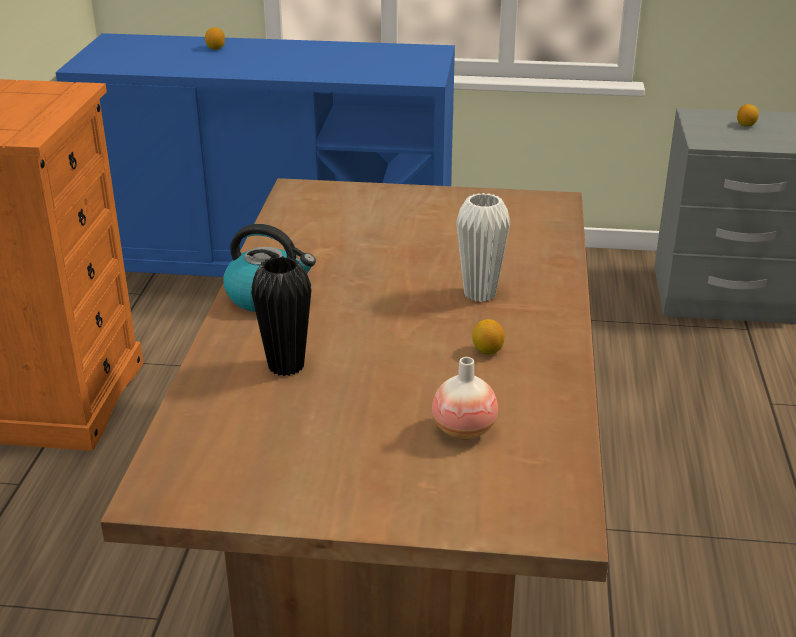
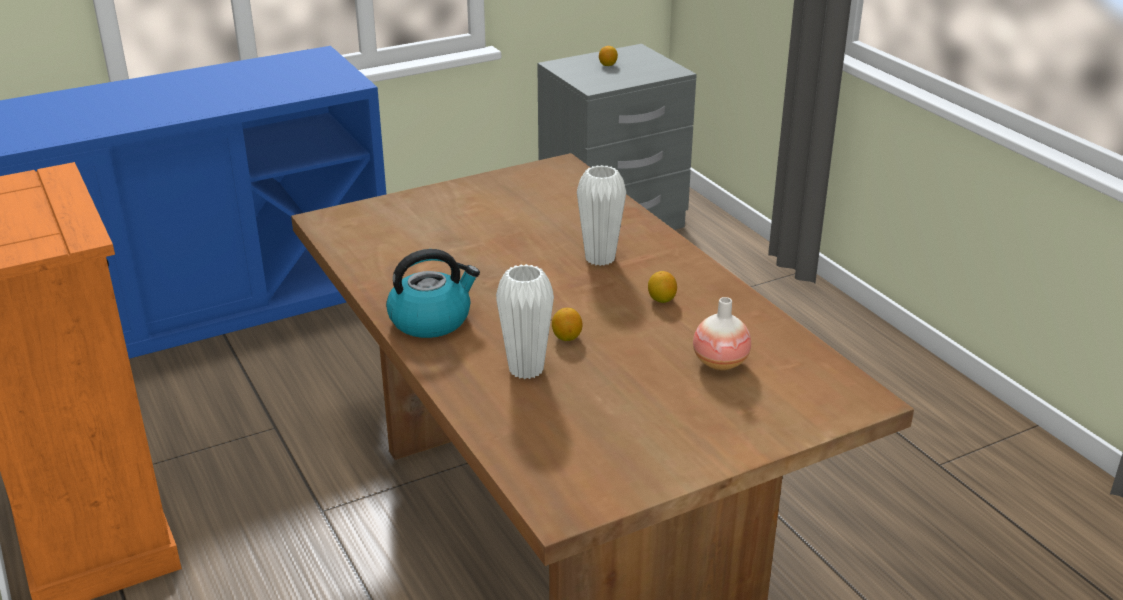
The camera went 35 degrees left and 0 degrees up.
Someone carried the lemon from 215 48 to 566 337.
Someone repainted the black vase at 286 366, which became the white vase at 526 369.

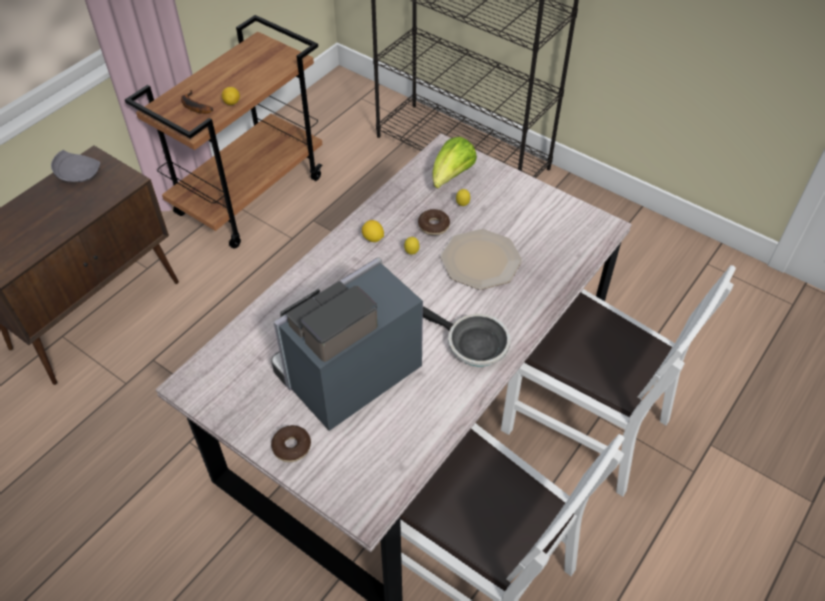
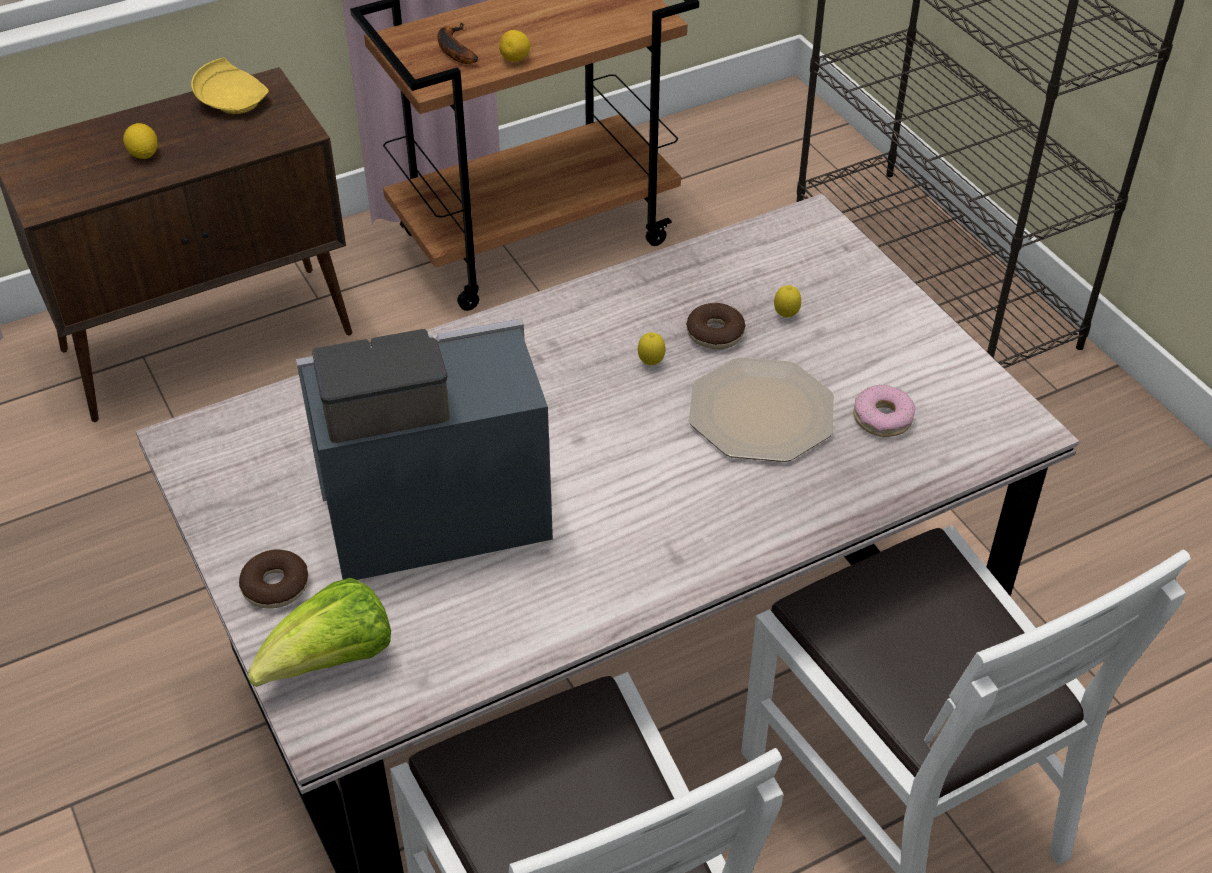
The camera went 25 degrees right and 5 degrees down.
Someone repainted the grey plate at 78 173, which became the yellow plate at 233 101.
Someone carried the lemon from 373 238 to 144 154.
Someone took away the frying pan at 472 344.
Someone carried the lettuce from 451 177 to 332 661.
Someone put down the donut at 882 418.

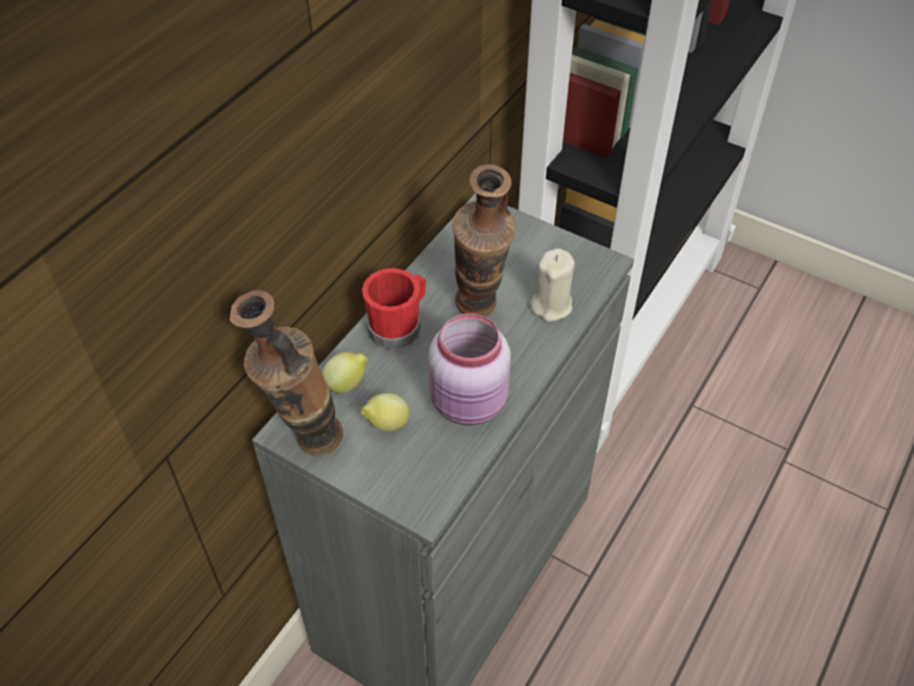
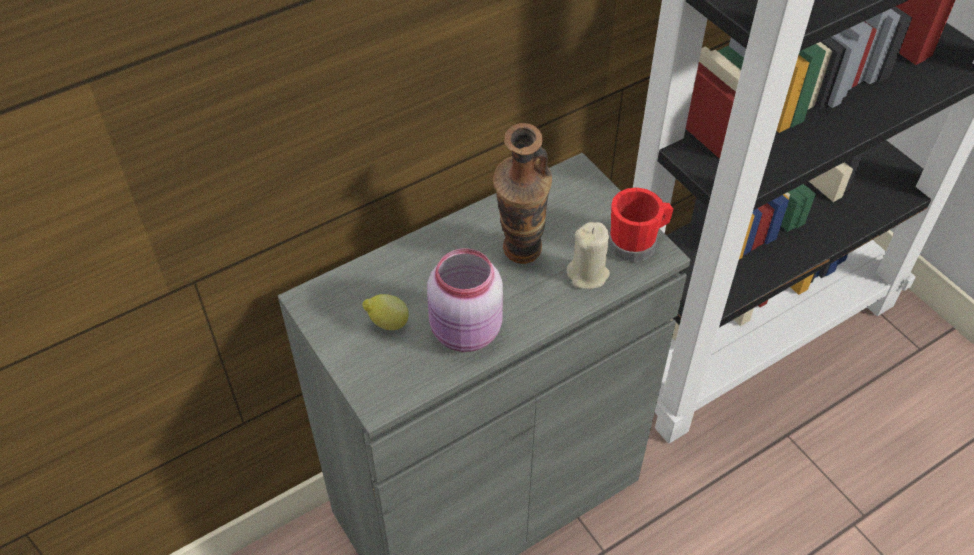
The camera went 25 degrees right and 0 degrees up.
Someone took away the vase at 304 443.
Someone took away the lemon at 347 384.
Someone carried the red mug from 399 326 to 637 242.

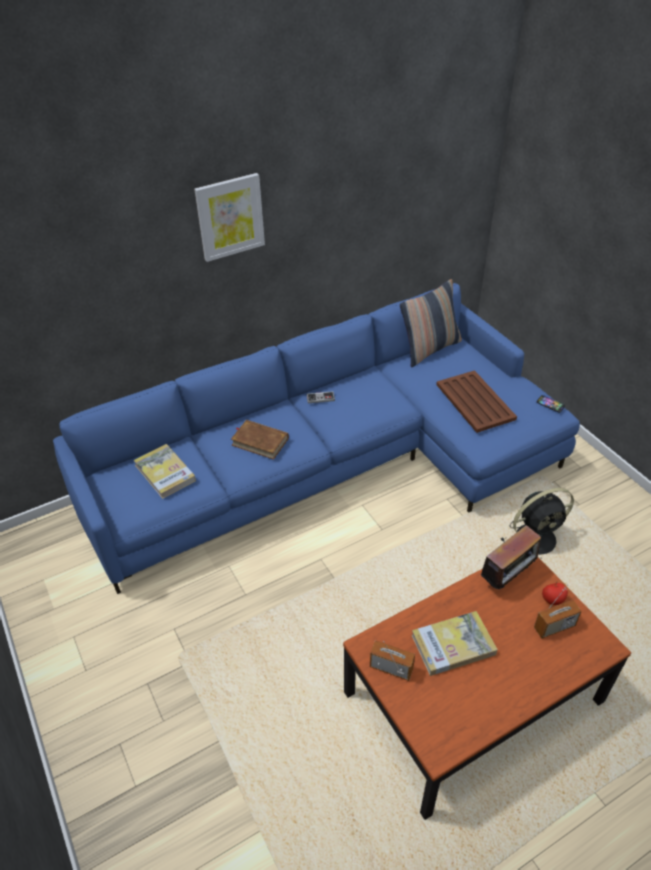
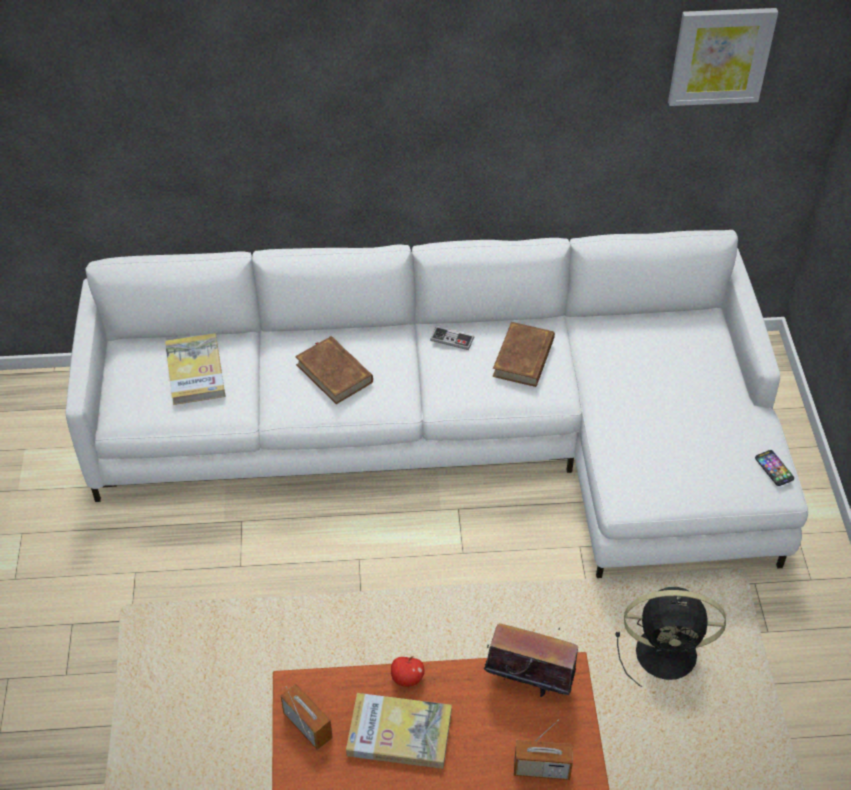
The camera went 25 degrees right and 5 degrees up.
Someone repainted the blue sofa at 336 464, which became the white sofa at 460 438.
Someone carried the picture from 230 217 to 720 55.
Someone took away the pillow at 429 349.
Someone took away the brown tray at 475 402.
Someone rotated the radio at 507 577 by 150 degrees counterclockwise.
Someone carried the apple from 552 599 to 407 678.
Someone put down the brown book at 524 358.

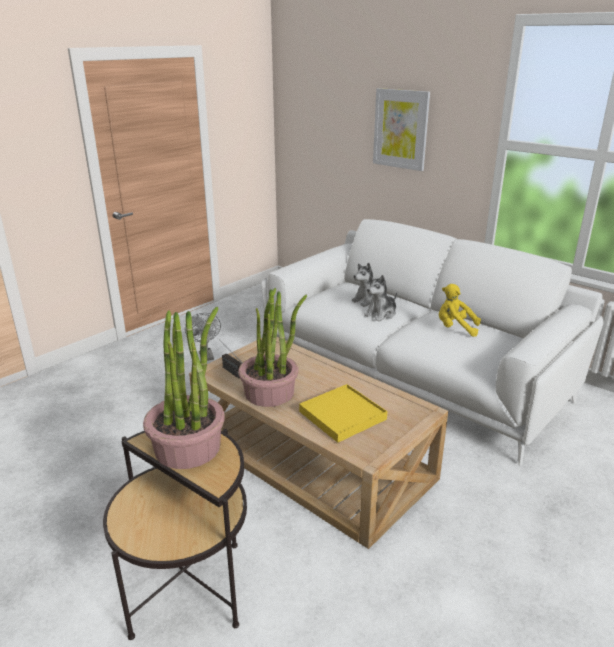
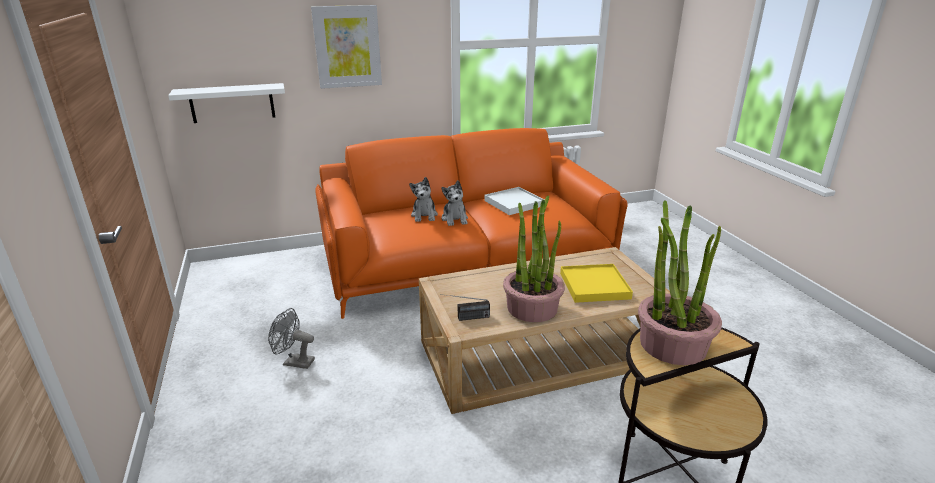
The camera went 60 degrees left and 0 degrees up.
Someone repainted the white sofa at 414 372, which became the orange sofa at 467 263.
Someone swapped the yellow plush toy at 455 328 for the white tray at 513 203.
Someone put up the white shelf at 232 103.

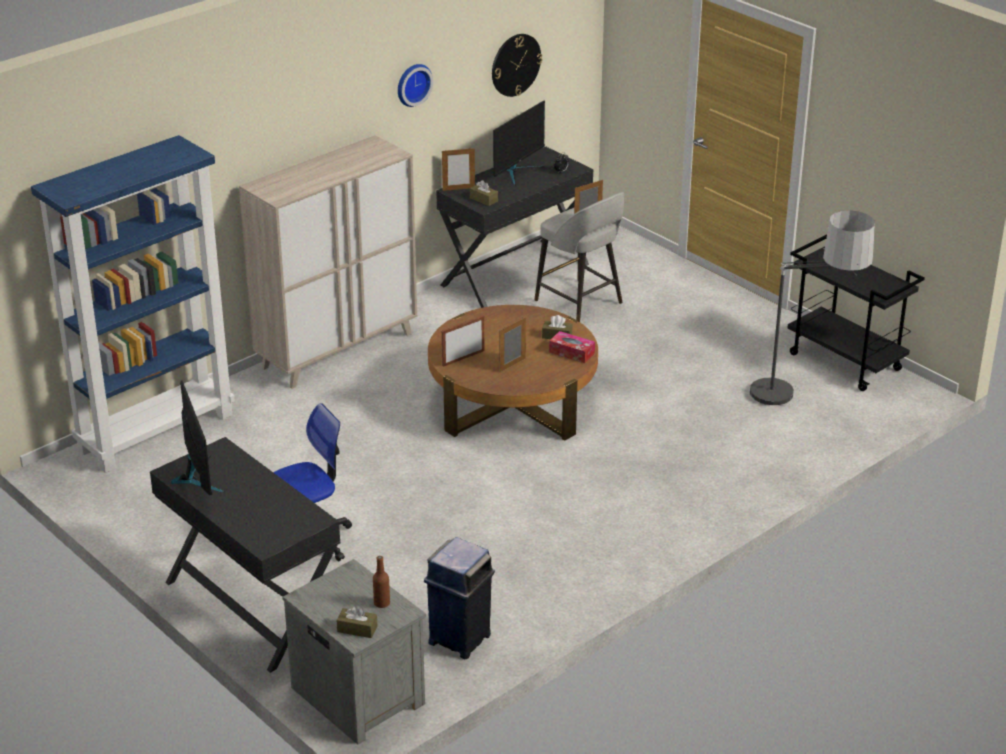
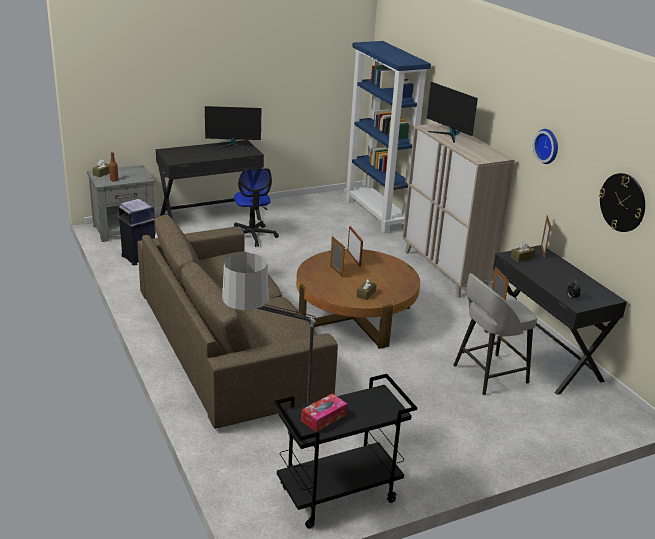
The camera went 105 degrees right and 5 degrees down.
Someone carried the monitor from 517 171 to 449 135.
Someone carried the tissue box from 571 352 to 324 418.
Someone put down the brown sofa at 230 343.

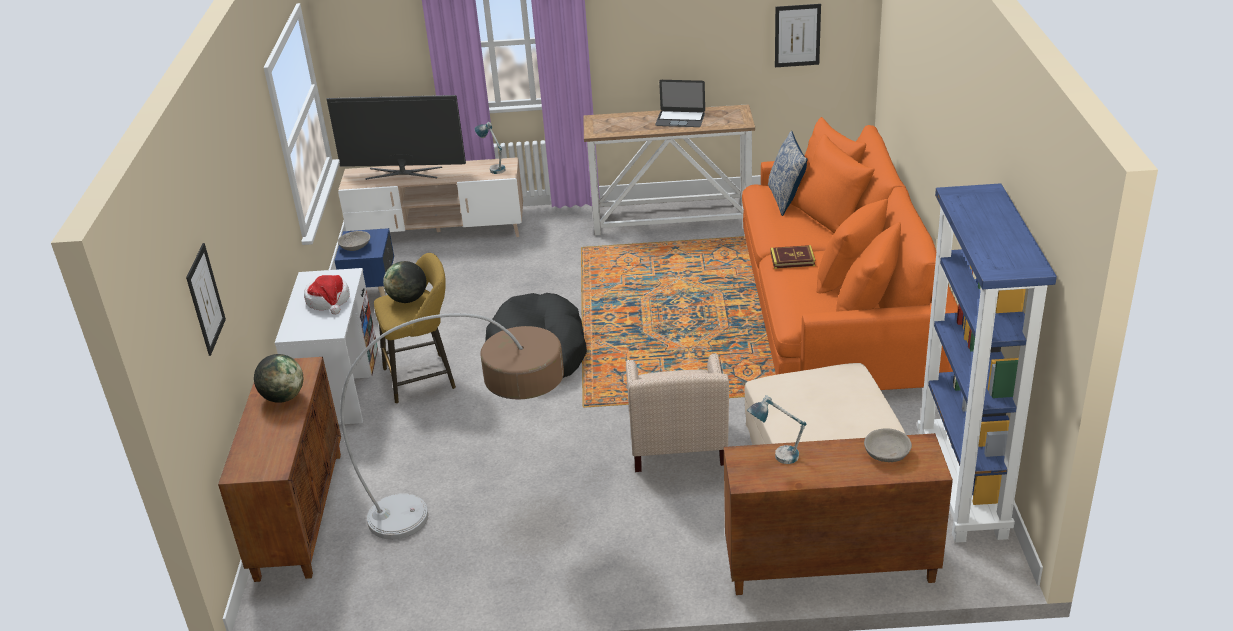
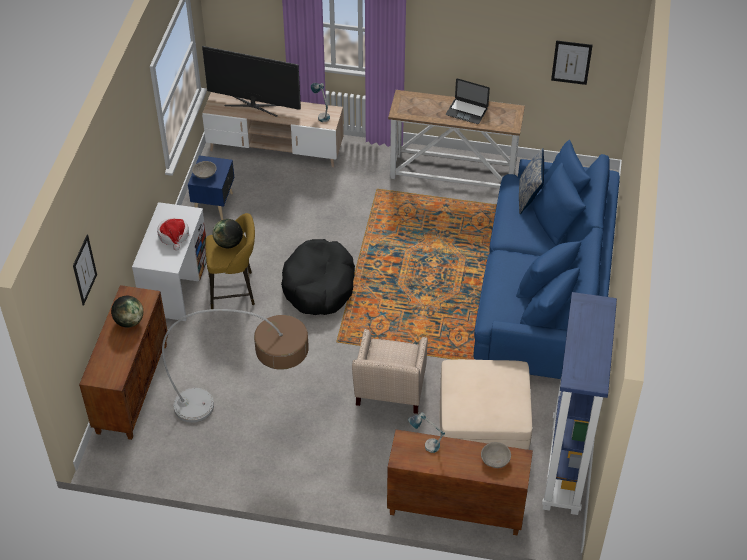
The camera went 10 degrees right and 15 degrees up.
Someone repainted the orange sofa at 837 303, which became the blue sofa at 545 288.
Someone took away the book at 792 259.

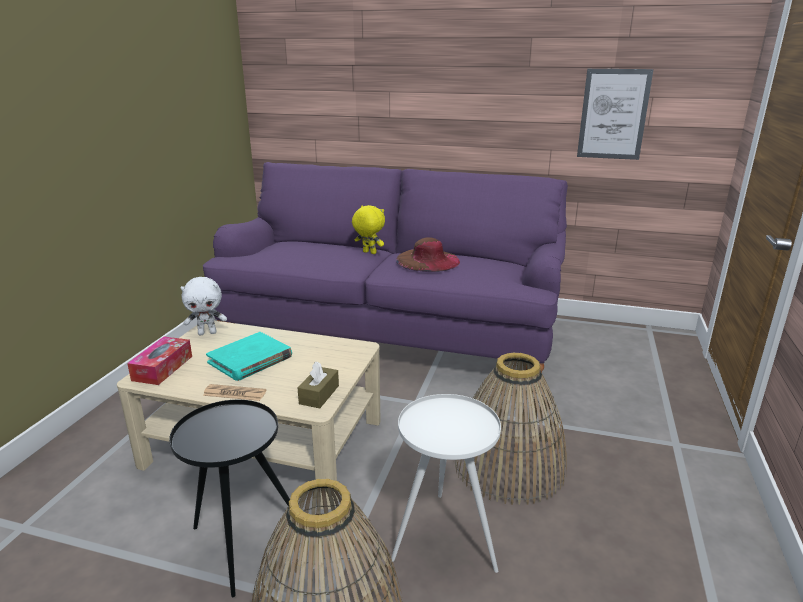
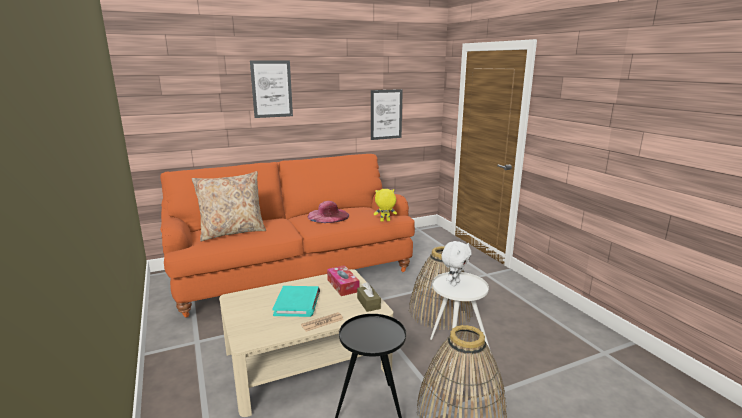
The camera went 40 degrees left and 5 degrees down.
Someone carried the tissue box from 162 368 to 343 285.
Someone carried the white plush toy from 207 333 to 454 283.
Someone repainted the purple sofa at 391 331, which became the orange sofa at 292 273.
Someone carried the yellow plush toy from 368 253 to 385 221.
Someone repainted the brown hat at 427 260, which became the pink hat at 328 215.
Someone put down the beige pillow at 232 232.
Someone put up the picture at 271 89.

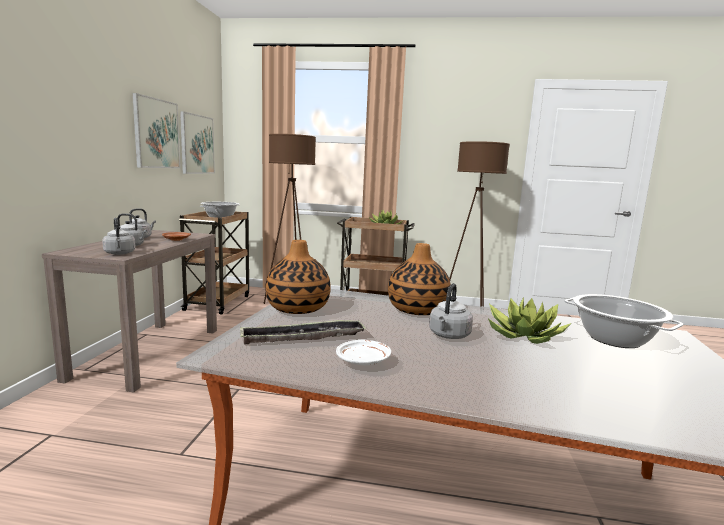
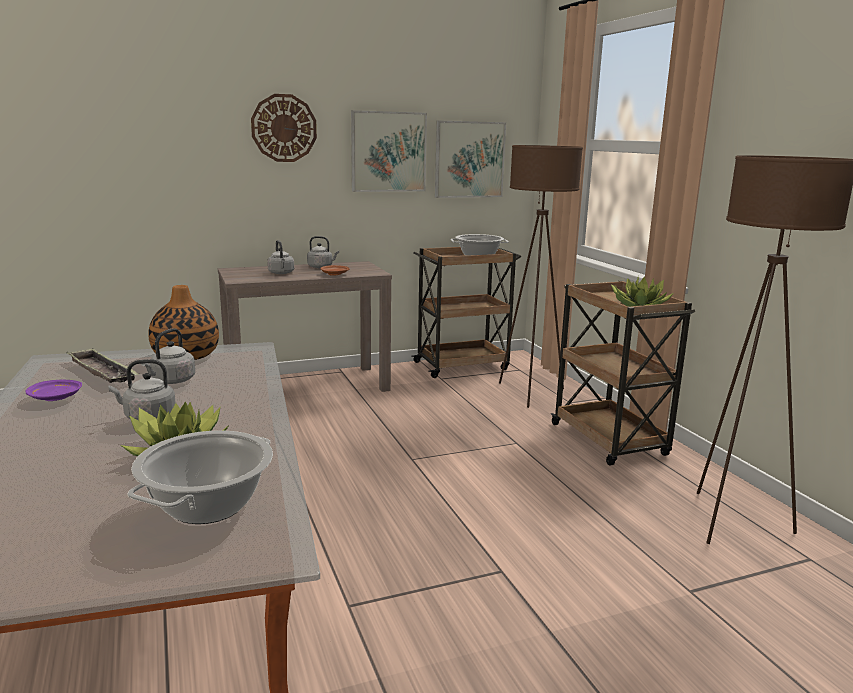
The camera went 60 degrees right and 5 degrees up.
Someone carried the grey kettle from 120 253 to 171 381.
Someone repainted the white plate at 363 361, which became the purple plate at 56 398.
Someone took away the vase at 417 309.
Someone put up the wall clock at 284 128.

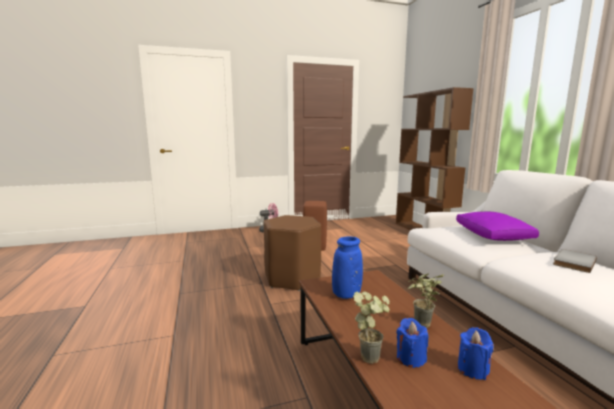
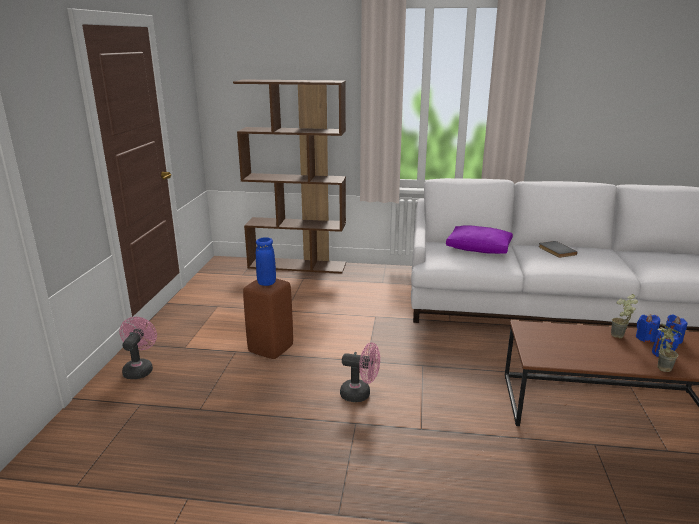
The camera went 65 degrees left and 10 degrees up.
Someone swapped the brown stool at 292 278 for the pink fan at 360 394.
Someone carried the blue vase from 346 294 to 266 283.
Someone put down the blue candle at 645 338.

